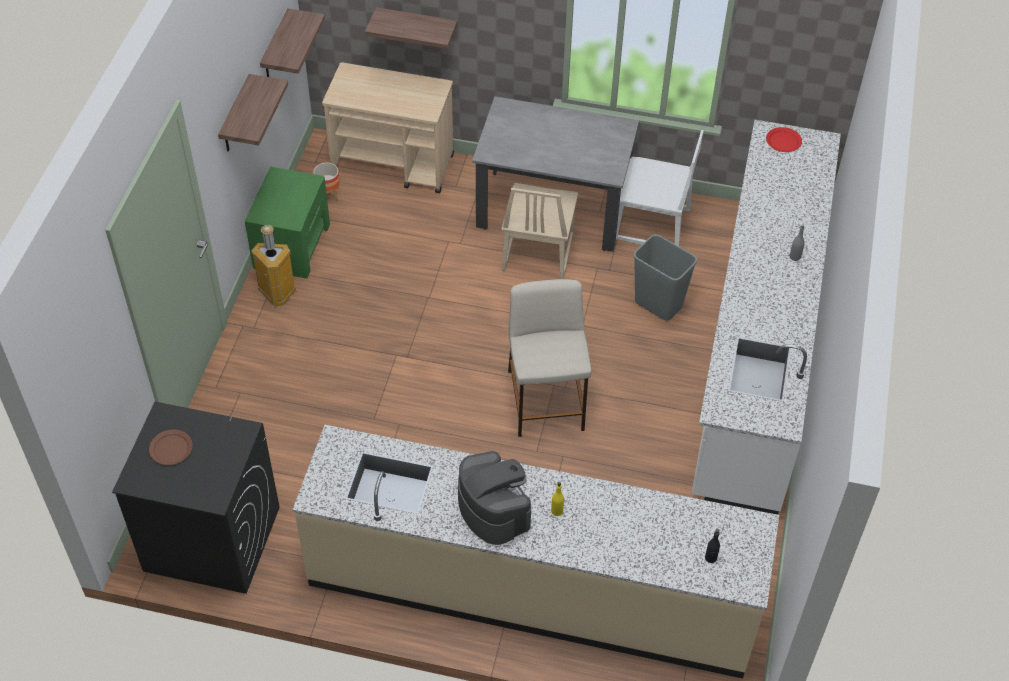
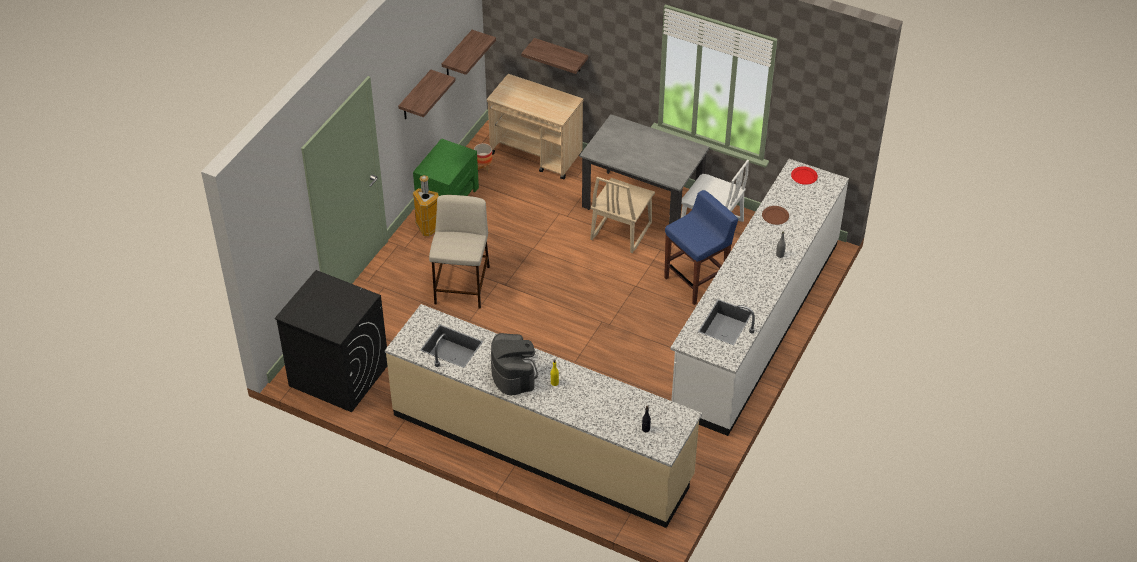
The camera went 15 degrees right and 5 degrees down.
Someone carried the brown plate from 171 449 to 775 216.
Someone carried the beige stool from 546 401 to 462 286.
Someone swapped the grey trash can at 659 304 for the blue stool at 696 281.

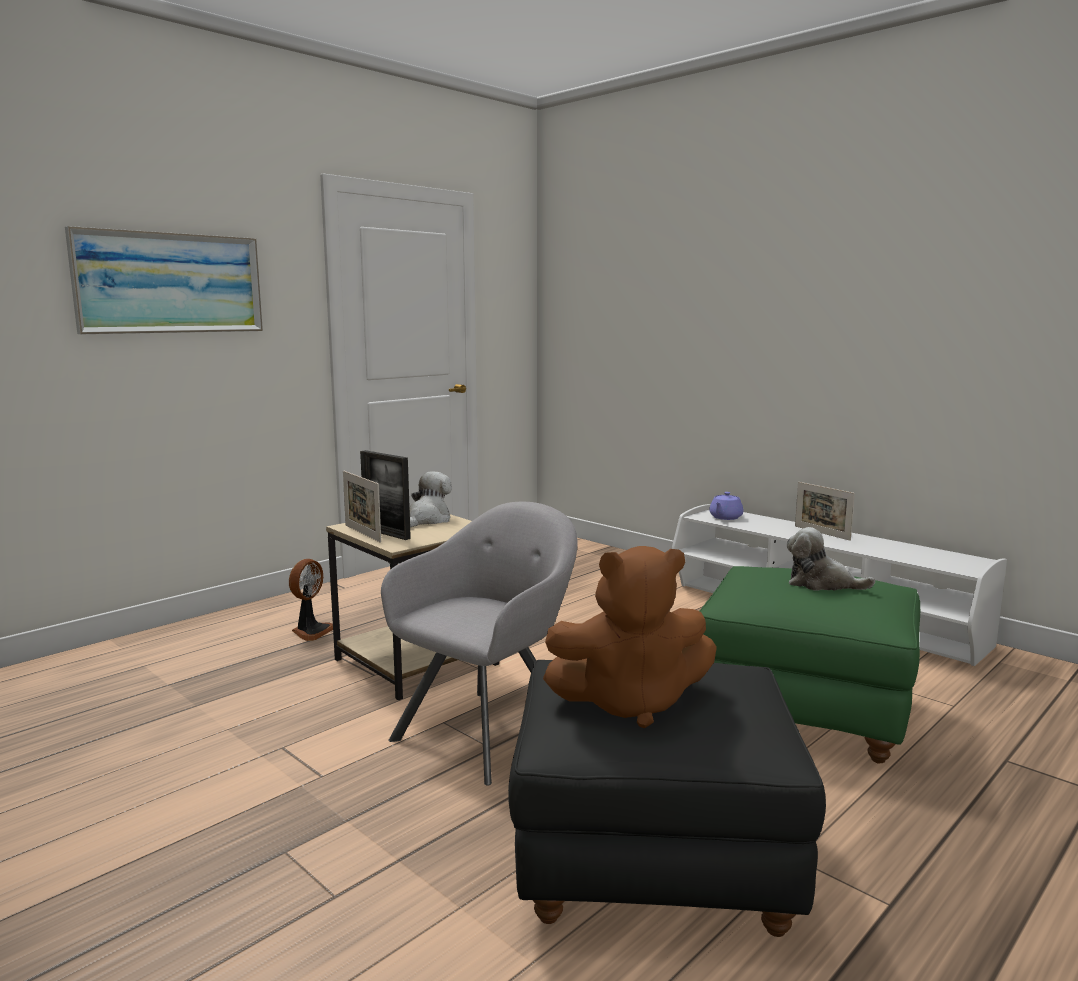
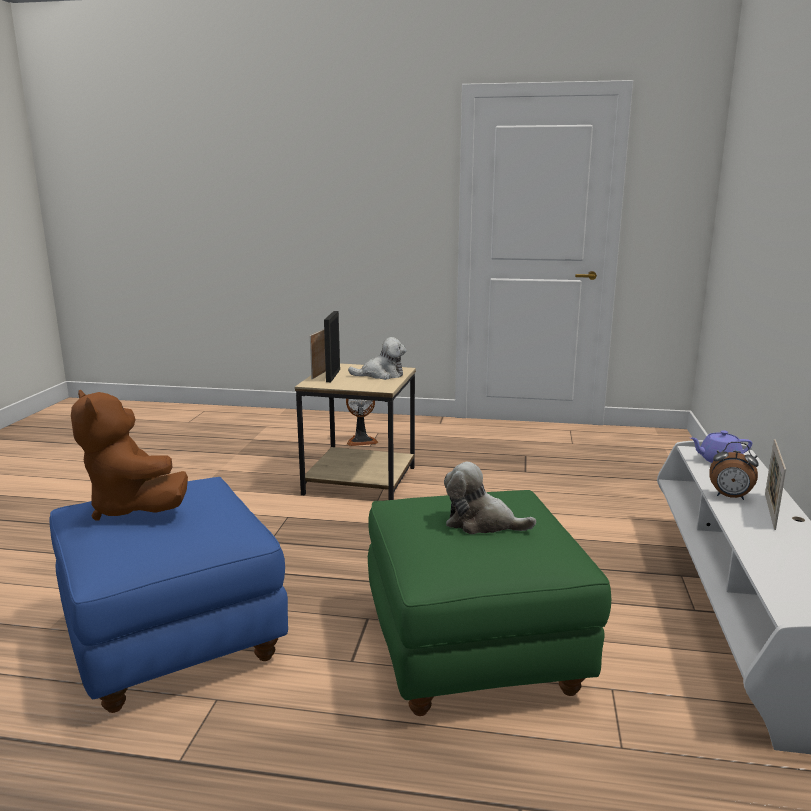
The camera went 55 degrees right and 5 degrees up.
Someone took away the picture at 170 283.
Someone took away the grey armchair at 489 729.
Someone repainted the black ottoman at 652 862, which became the blue ottoman at 171 639.
Someone rotated the plush toy at 821 584 by 60 degrees counterclockwise.
Someone put down the alarm clock at 730 497.

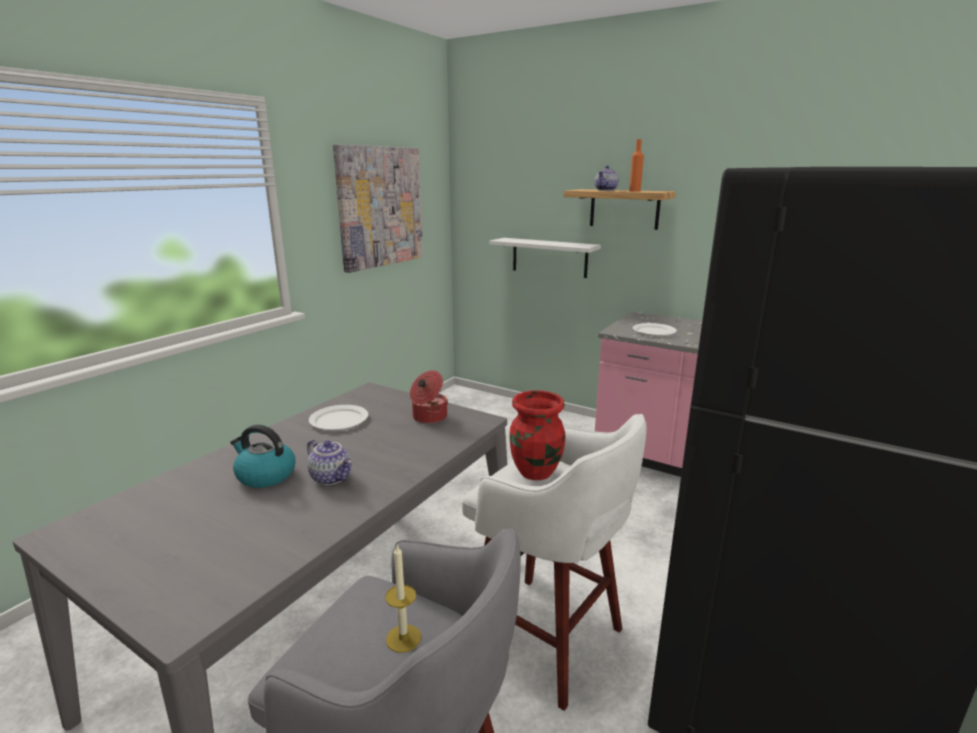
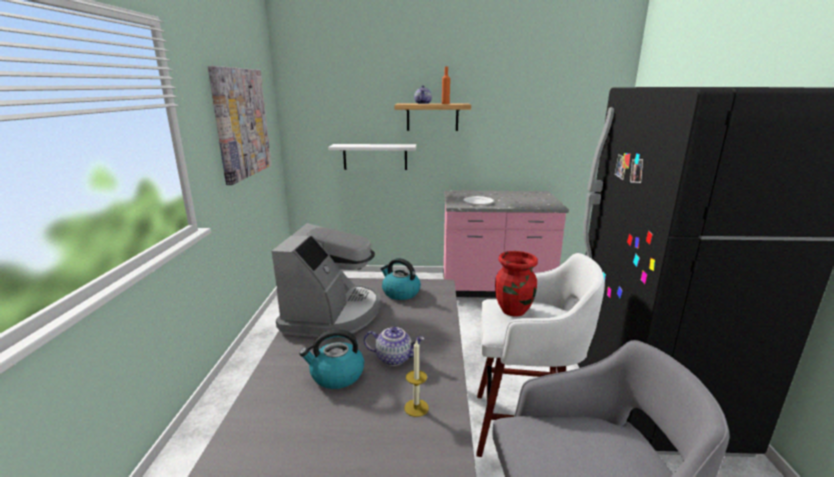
The camera went 30 degrees left and 0 degrees up.
Someone swapped the white plate at 339 420 for the coffee machine at 332 313.
Someone carried the candle from 403 638 to 416 408.
Someone swapped the cooking pot at 428 417 for the kettle at 400 292.

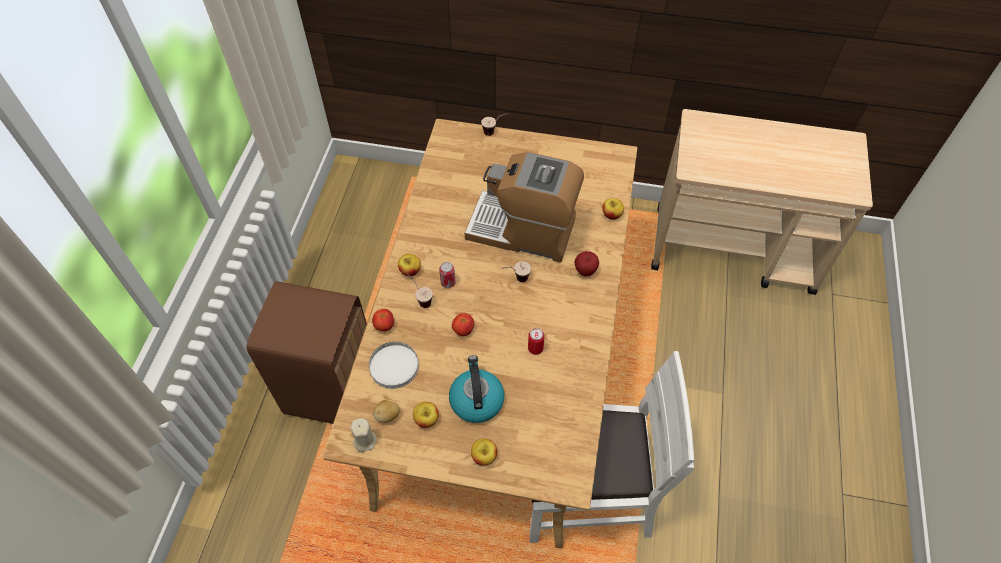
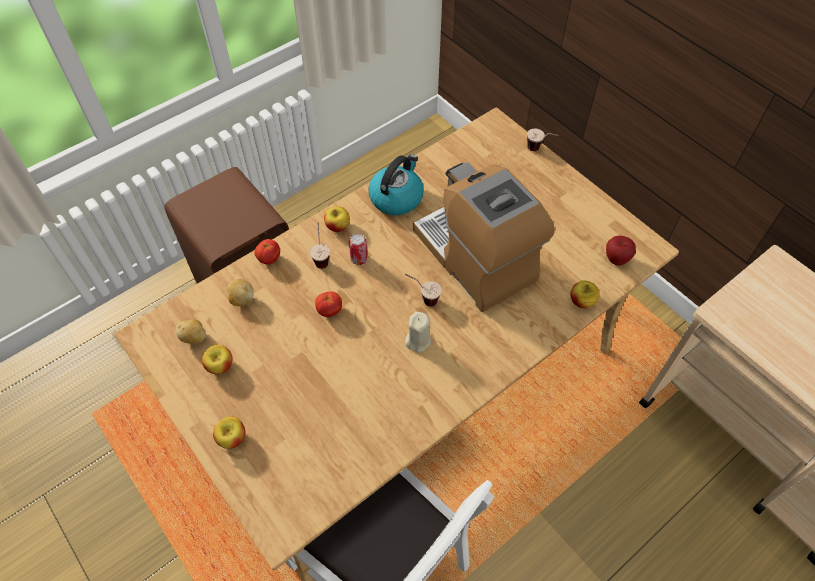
The camera went 40 degrees right and 0 degrees up.
Someone carried the beige candle from 364 440 to 418 340.
Someone swapped the white plate at 394 366 for the potato at 241 299.
Someone carried the kettle from 476 400 to 396 197.
Someone took away the can at 535 348.
Someone carried the apple from 585 271 to 616 259.

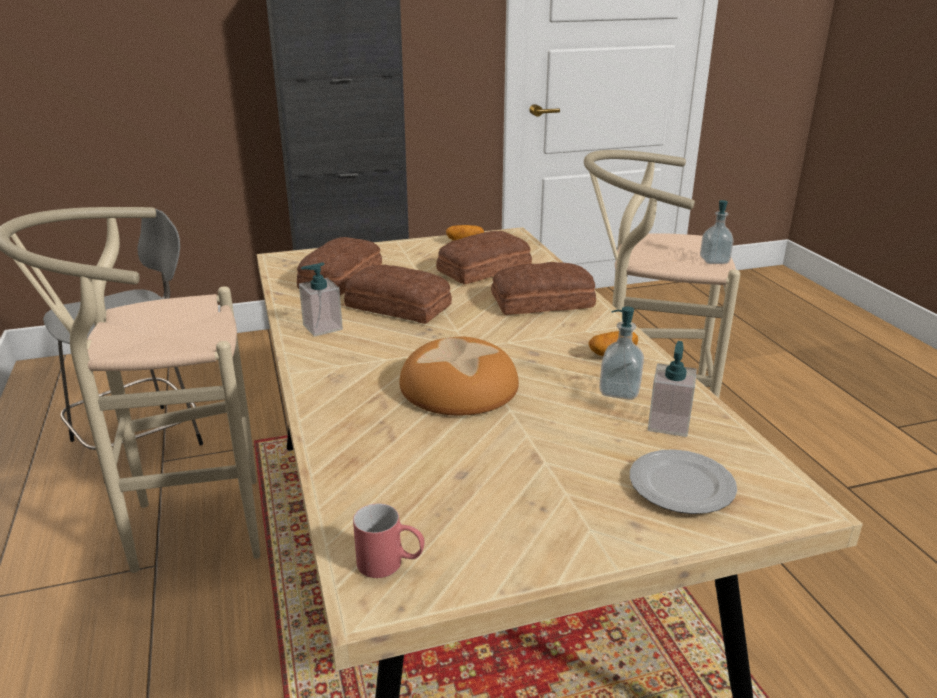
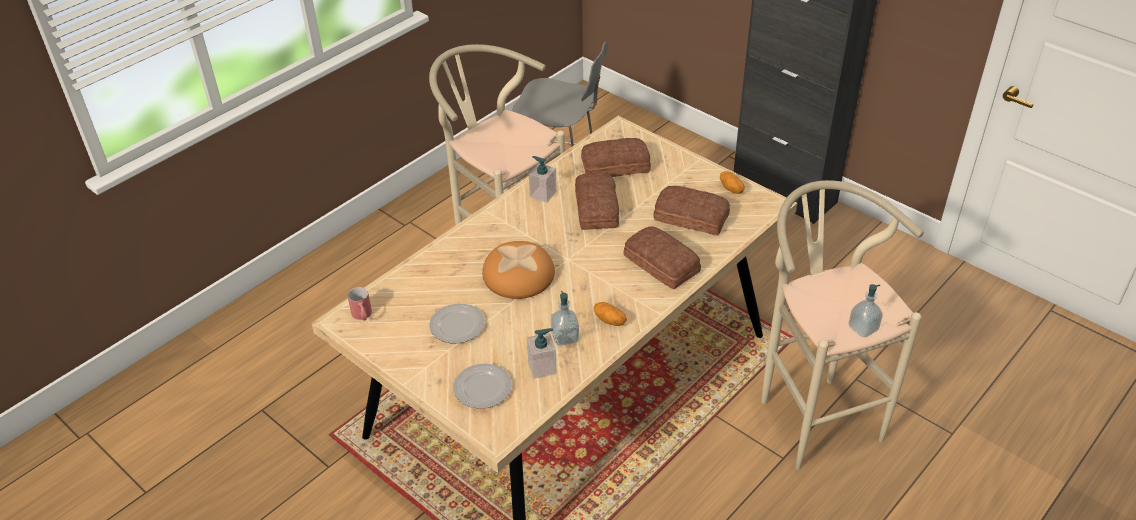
The camera went 60 degrees right and 15 degrees up.
Someone put down the plate at 457 326.

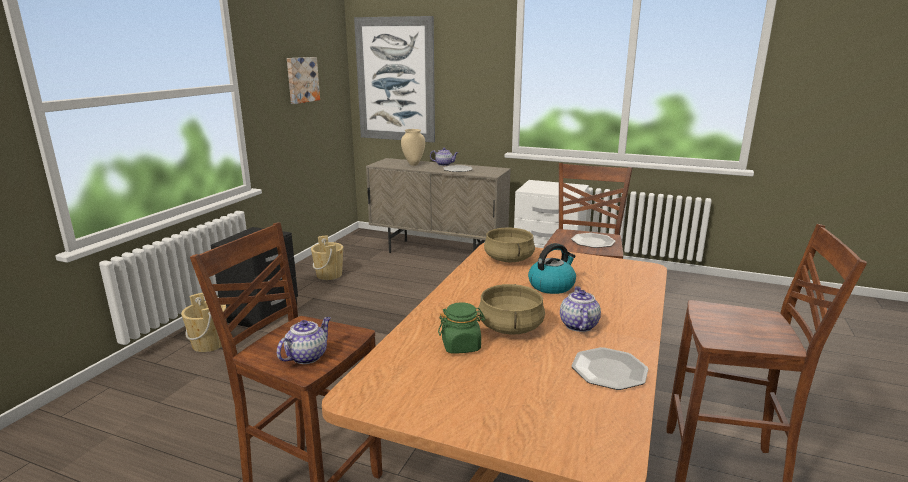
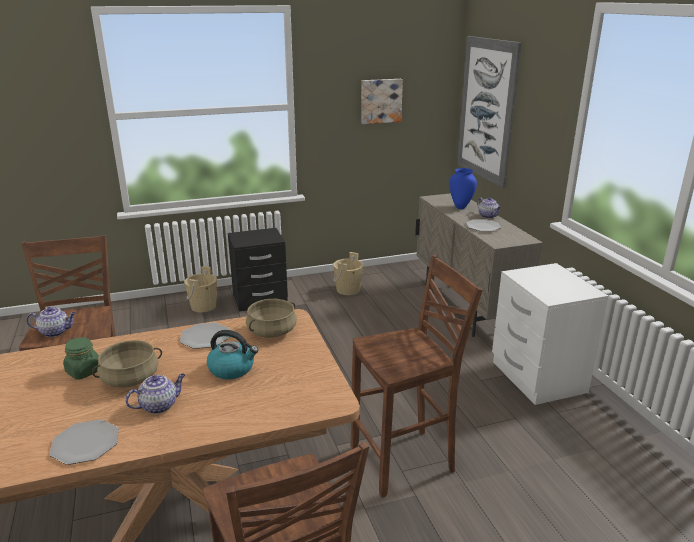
The camera went 50 degrees right and 5 degrees up.
Someone repainted the beige vase at 413 164, which became the blue vase at 461 207.
Someone carried the plate from 593 242 to 205 337.

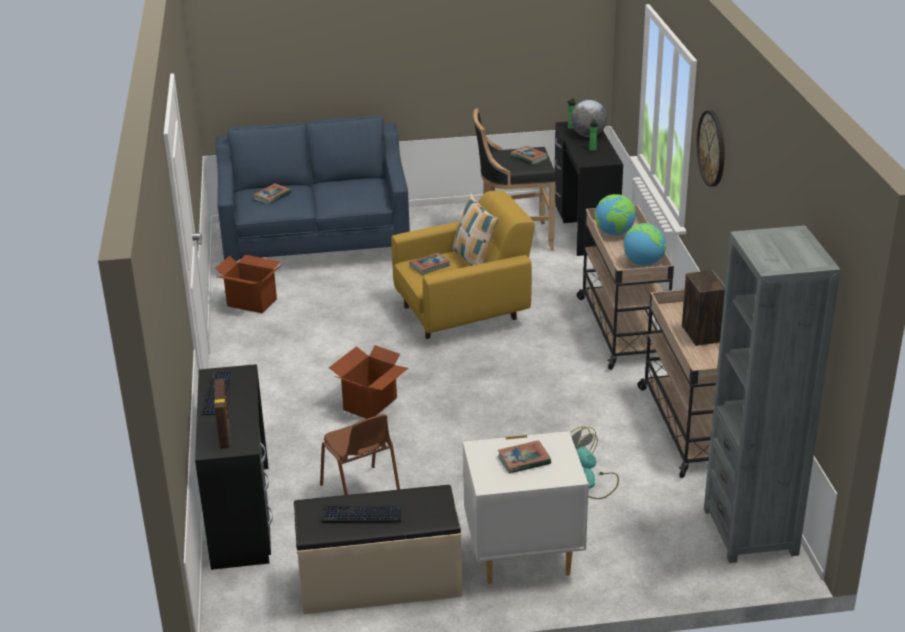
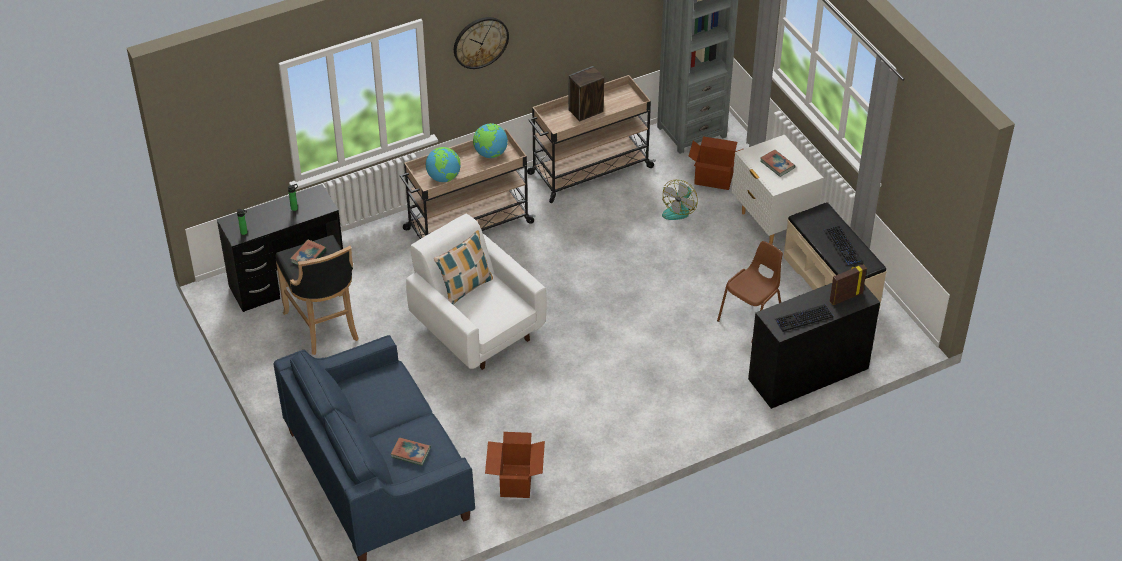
The camera went 110 degrees left and 15 degrees up.
Someone carried the cardboard box from 371 404 to 713 178.
Someone repainted the yellow armchair at 464 312, which became the white armchair at 476 327.
Someone took away the book at 430 266.
Someone took away the globe at 588 135.

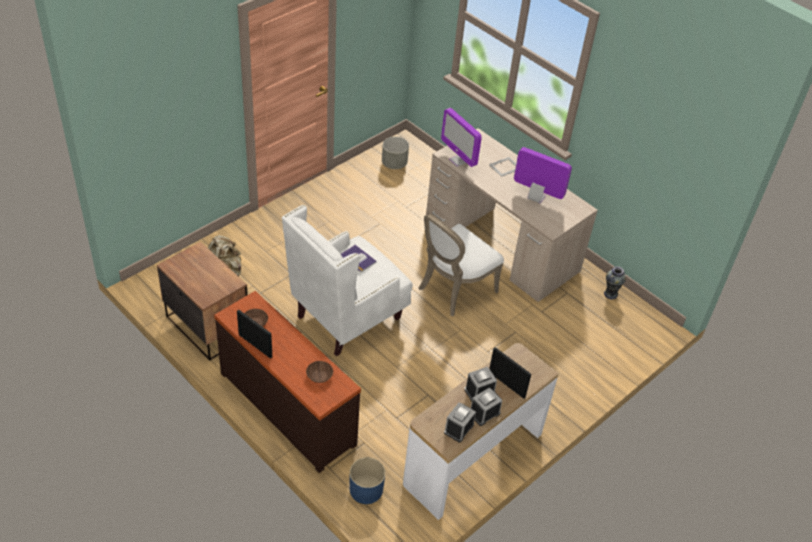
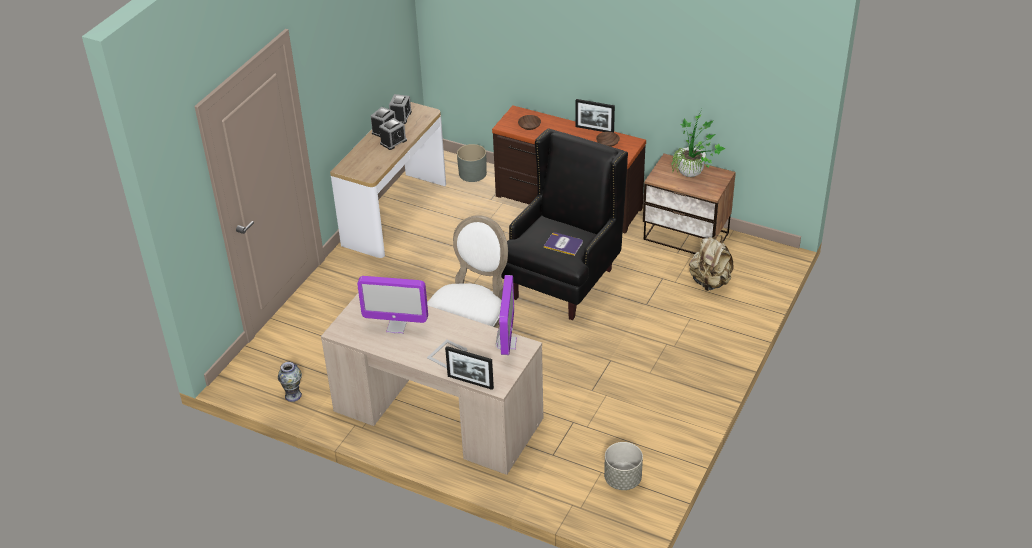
The camera went 165 degrees right and 5 degrees down.
Someone repainted the white armchair at 347 318, which became the black armchair at 563 282.
Someone repainted the blue planter at 366 489, which became the grey planter at 472 174.
Someone rotated the monitor at 458 160 by 60 degrees clockwise.
Someone carried the picture frame from 506 384 to 470 382.
Someone put down the potted plant at 693 176.

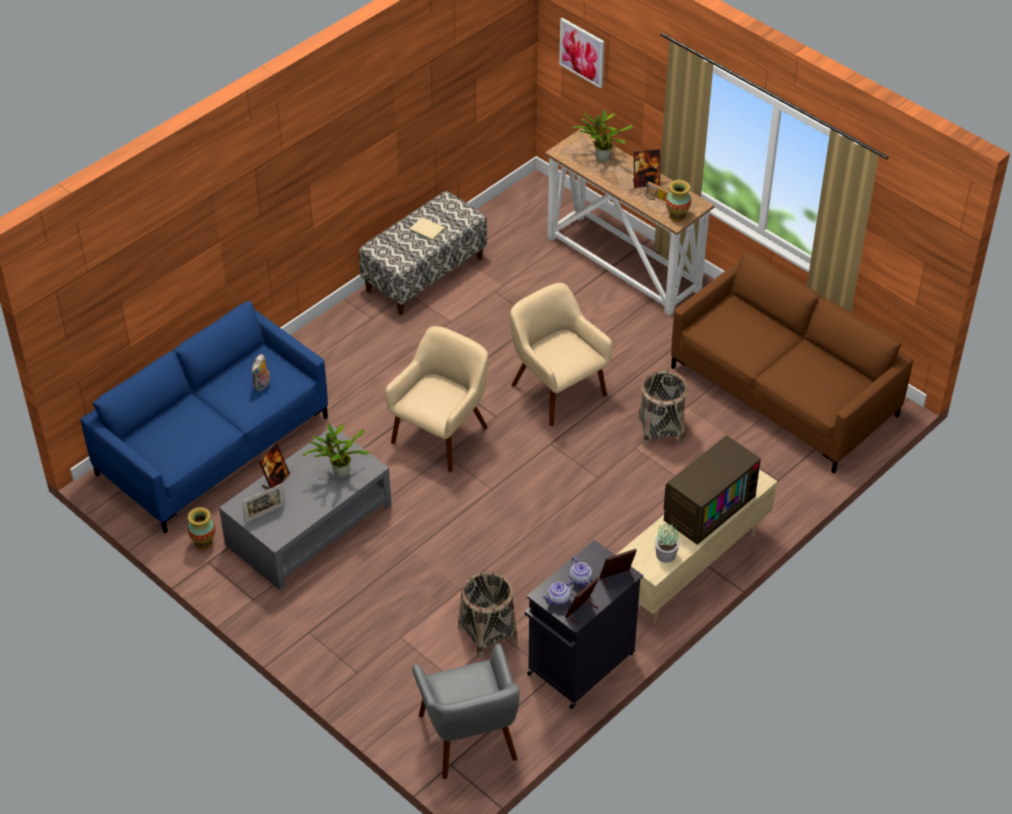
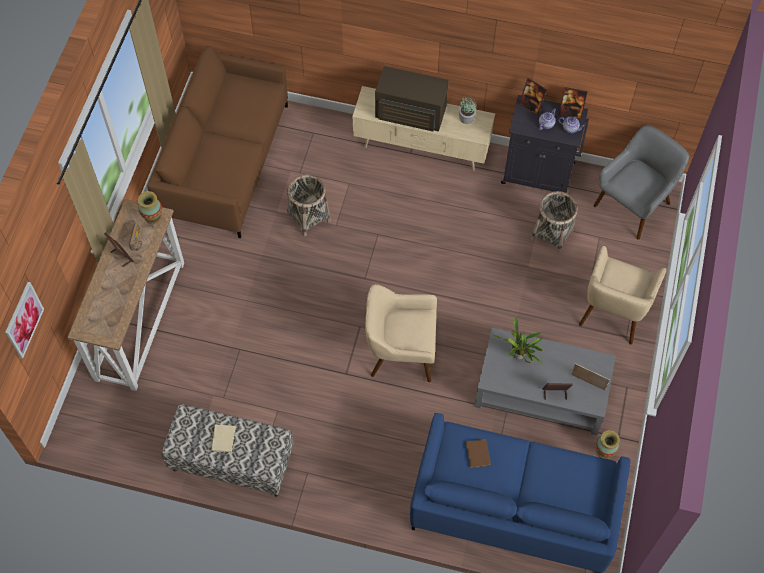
The camera went 120 degrees left and 15 degrees up.
Someone swapped the plush toy at 262 385 for the brown book at 477 455.
Someone carried the beige armchair from 557 390 to 613 312.
Someone took away the potted plant at 600 157.

